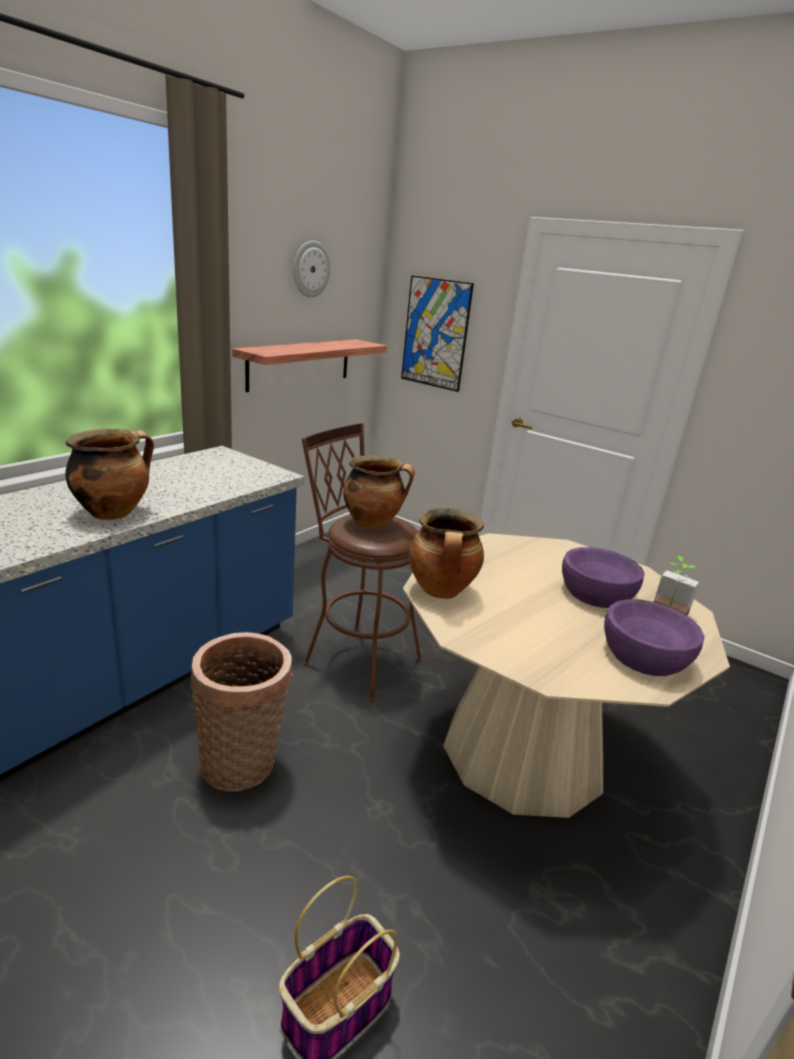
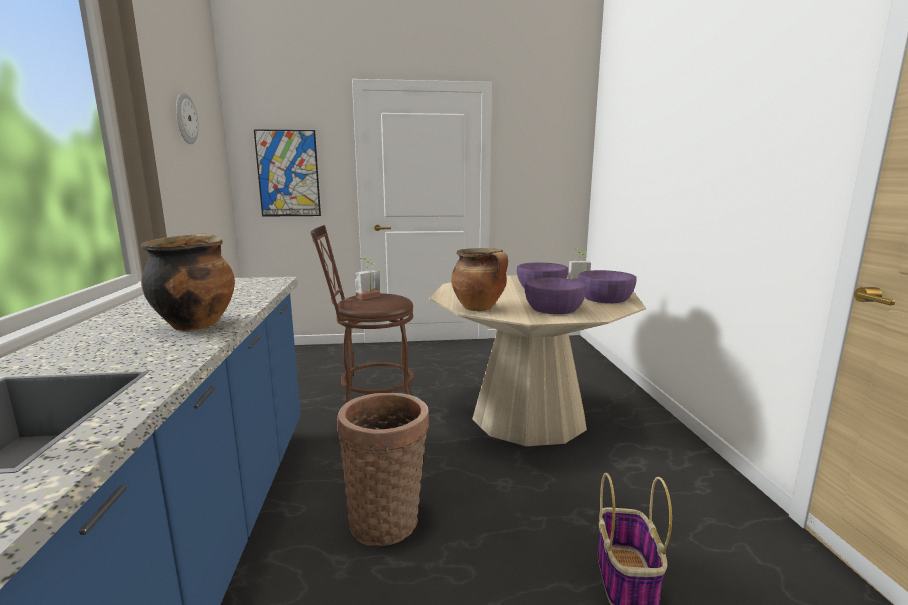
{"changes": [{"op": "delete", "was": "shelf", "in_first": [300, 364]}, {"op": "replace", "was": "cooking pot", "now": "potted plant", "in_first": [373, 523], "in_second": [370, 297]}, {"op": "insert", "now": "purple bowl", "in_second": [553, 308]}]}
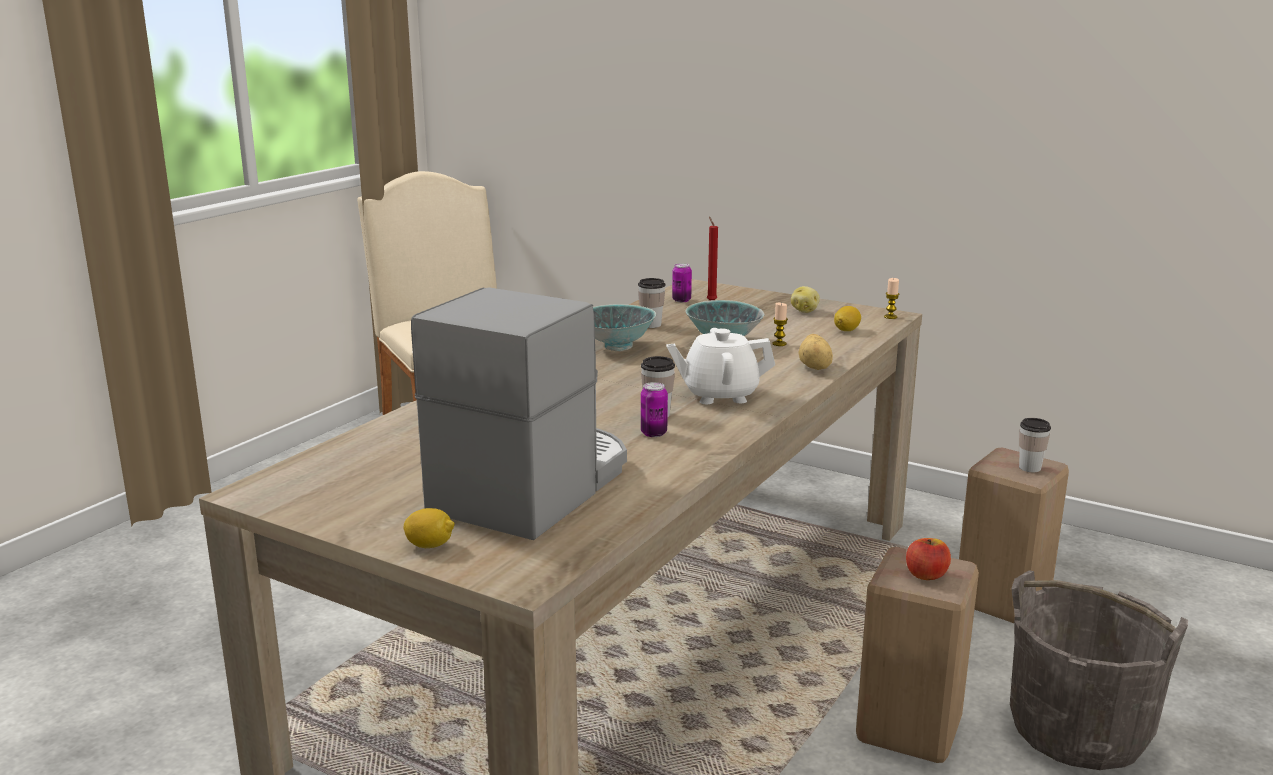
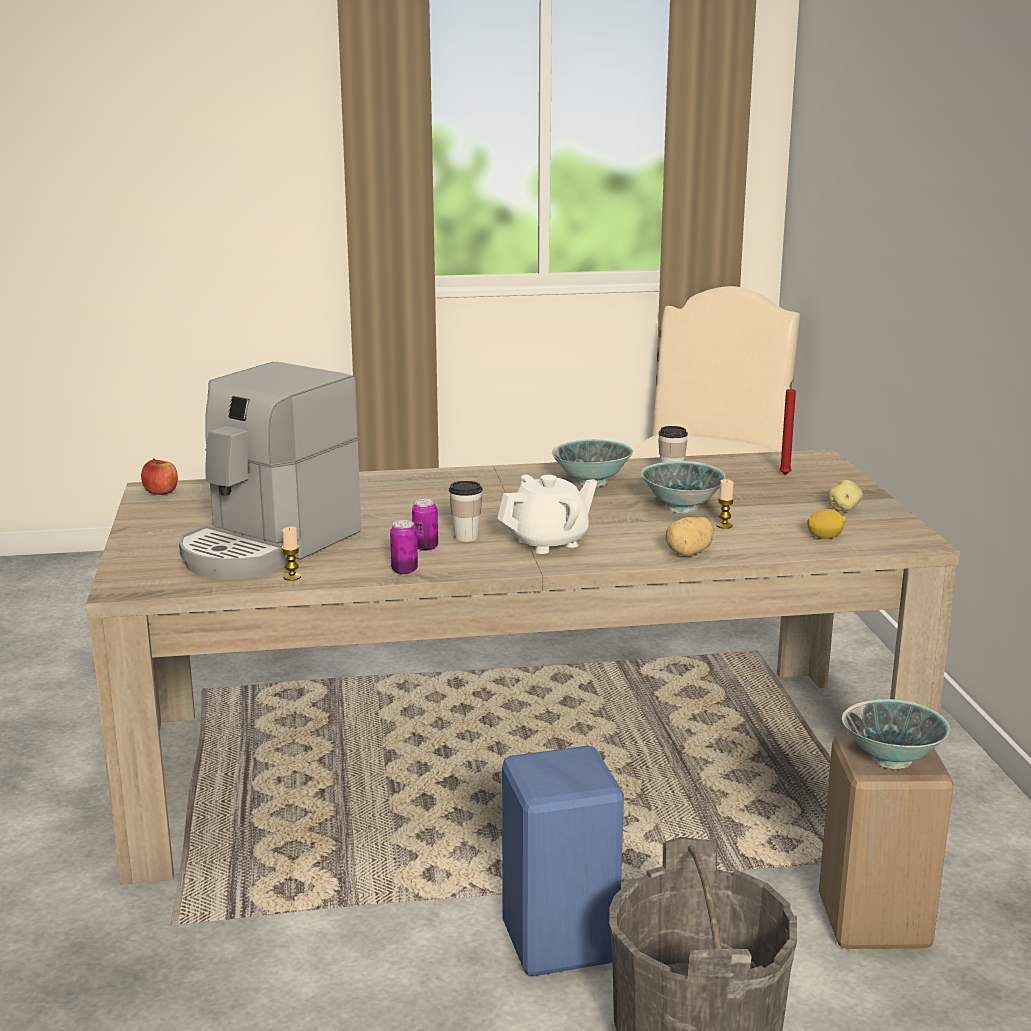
{"changes": [{"op": "move", "was": "can", "in_first": [681, 300], "in_second": [404, 570]}, {"op": "move", "was": "candle", "in_first": [890, 317], "in_second": [292, 577]}, {"op": "rotate", "was": "coffee machine", "in_first": [534, 487], "in_second": [268, 546], "clockwise": 135}, {"op": "rotate", "was": "white teapot", "in_first": [719, 395], "in_second": [548, 542], "clockwise": 105}, {"op": "replace", "was": "cup", "now": "bowl", "in_first": [1030, 468], "in_second": [892, 761]}, {"op": "delete", "was": "lemon", "in_first": [430, 545]}, {"op": "move", "was": "apple", "in_first": [926, 575], "in_second": [161, 492]}, {"op": "recolor", "was": "beige stool", "now": "blue stool", "in_first": [911, 732], "in_second": [557, 945]}]}
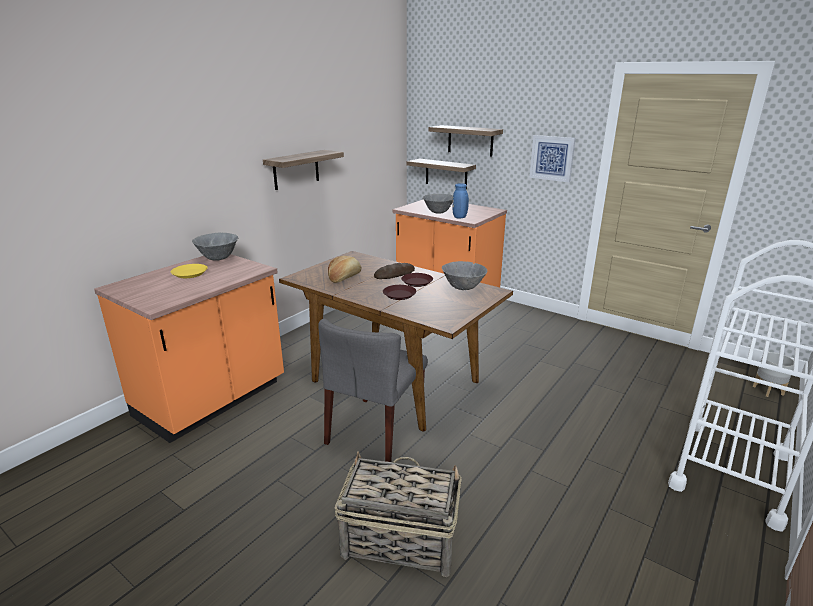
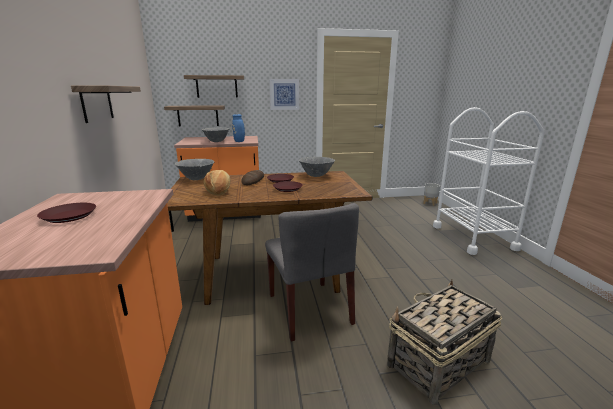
{"changes": [{"op": "move", "was": "grey bowl", "in_first": [218, 259], "in_second": [197, 179]}, {"op": "recolor", "was": "yellow plate", "now": "brown plate", "in_first": [189, 274], "in_second": [69, 216]}]}
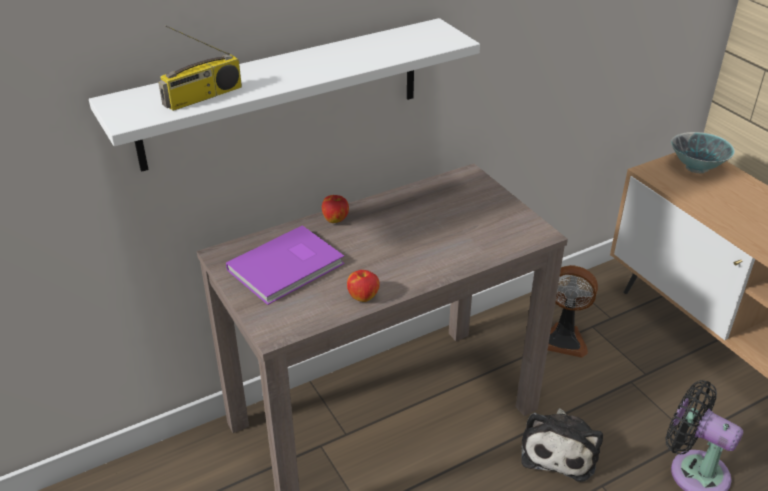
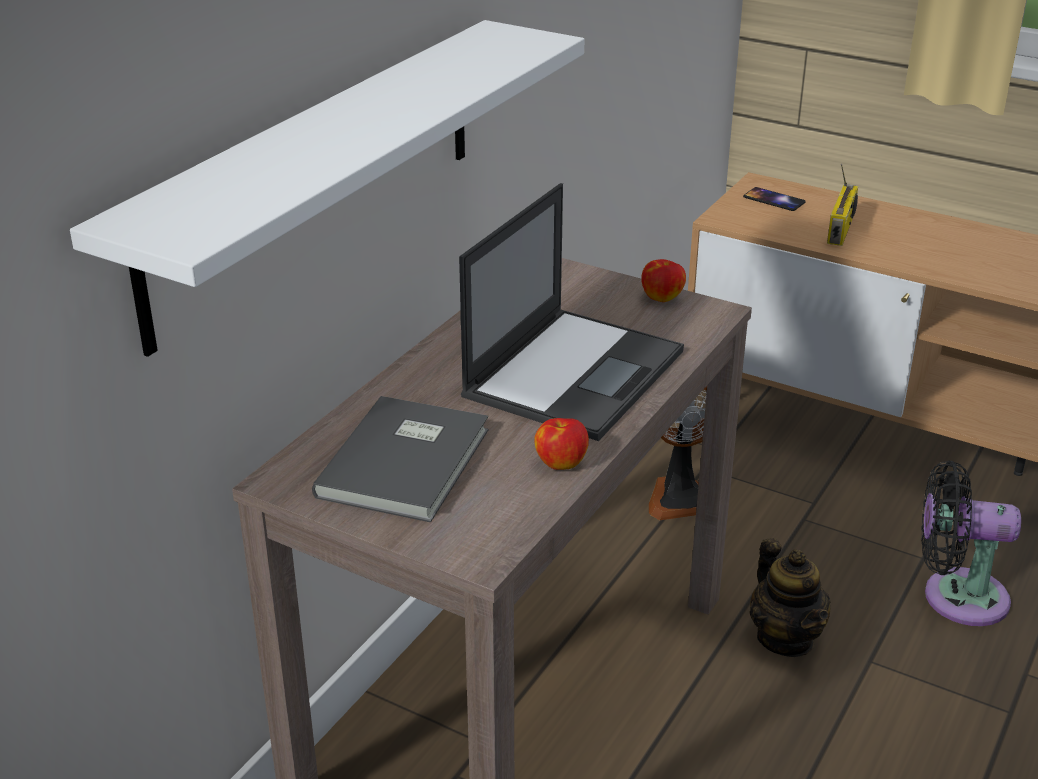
{"changes": [{"op": "move", "was": "radio", "in_first": [203, 97], "in_second": [841, 229]}, {"op": "replace", "was": "bowl", "now": "phone", "in_first": [697, 168], "in_second": [774, 200]}, {"op": "move", "was": "apple", "in_first": [335, 219], "in_second": [662, 297]}, {"op": "recolor", "was": "purple book", "now": "grey book", "in_first": [289, 267], "in_second": [409, 462]}, {"op": "replace", "was": "plush toy", "now": "teapot", "in_first": [559, 449], "in_second": [785, 638]}, {"op": "insert", "now": "laptop", "in_second": [575, 372]}]}
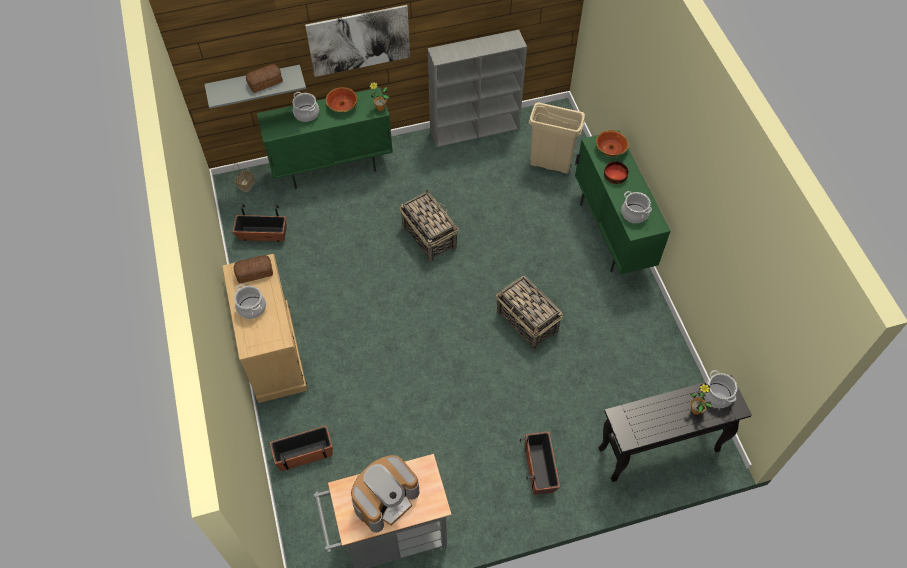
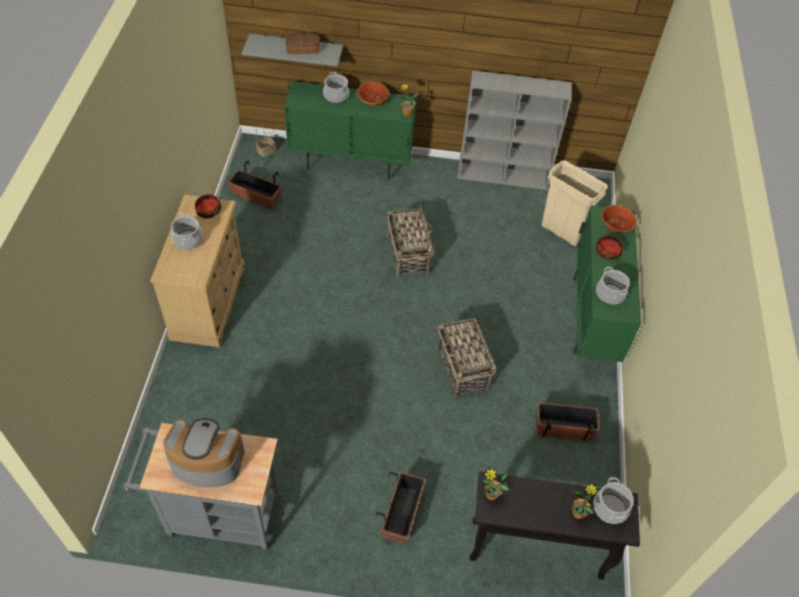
{"changes": [{"op": "delete", "was": "picture", "in_first": [359, 40]}, {"op": "replace", "was": "bread", "now": "bowl", "in_first": [253, 272], "in_second": [208, 210]}, {"op": "move", "was": "planter", "in_first": [304, 453], "in_second": [563, 428]}, {"op": "rotate", "was": "coffee machine", "in_first": [385, 498], "in_second": [206, 461], "clockwise": -150}, {"op": "insert", "now": "potted plant", "in_second": [491, 495]}]}
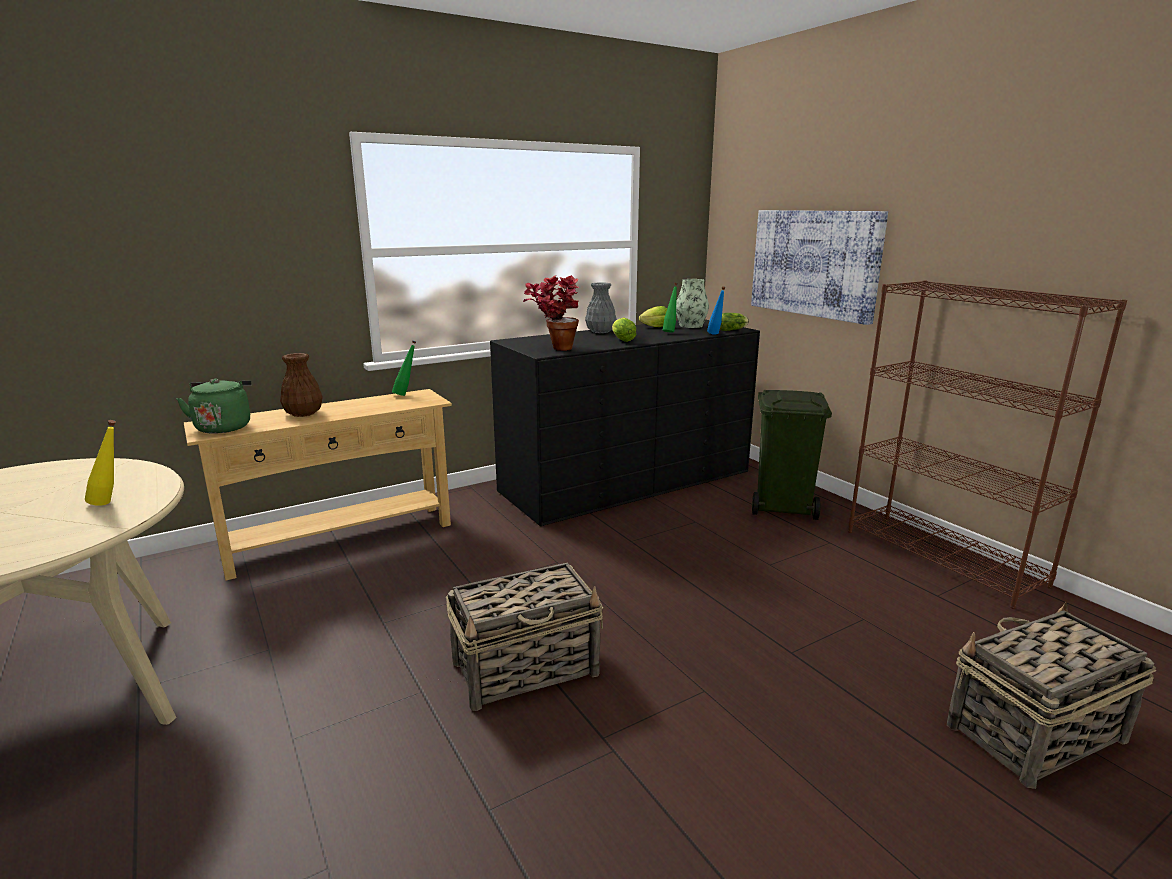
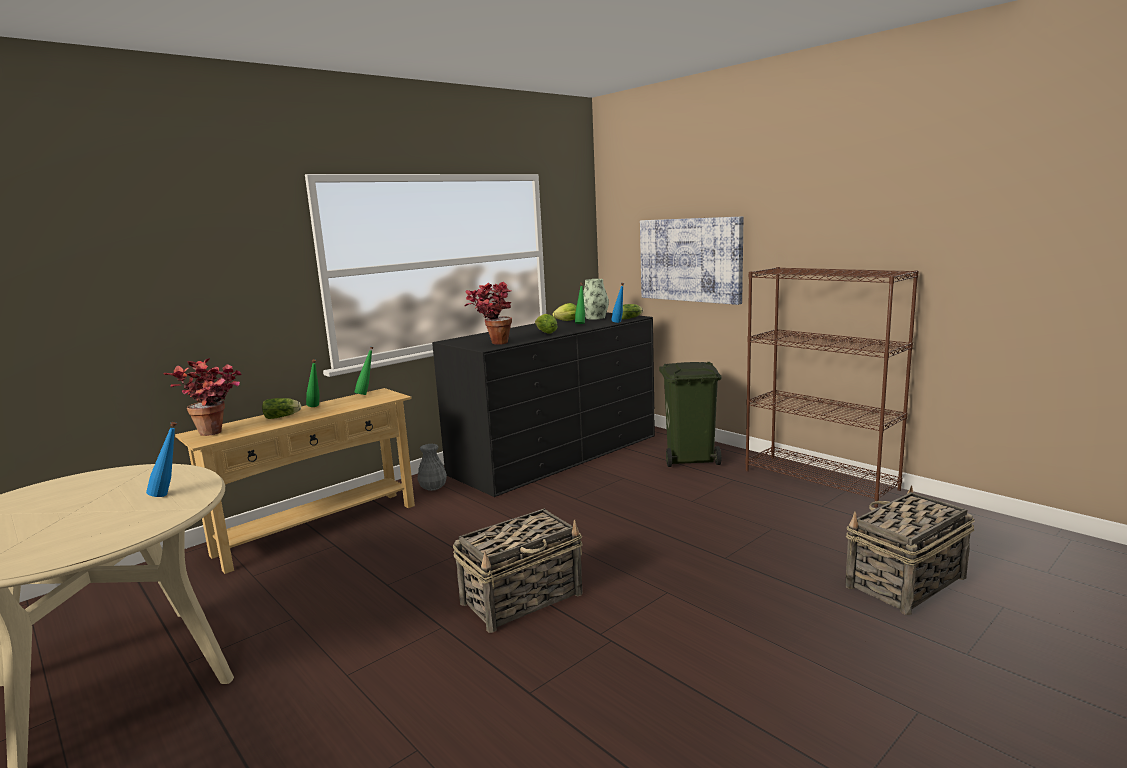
{"changes": [{"op": "move", "was": "grey vase", "in_first": [600, 331], "in_second": [433, 487]}, {"op": "replace", "was": "brown vase", "now": "lettuce", "in_first": [303, 413], "in_second": [283, 416]}, {"op": "replace", "was": "green kettle", "now": "potted plant", "in_first": [224, 427], "in_second": [217, 433]}, {"op": "recolor", "was": "yellow bottle", "now": "blue bottle", "in_first": [111, 503], "in_second": [169, 494]}, {"op": "insert", "now": "green bottle", "in_second": [316, 407]}]}
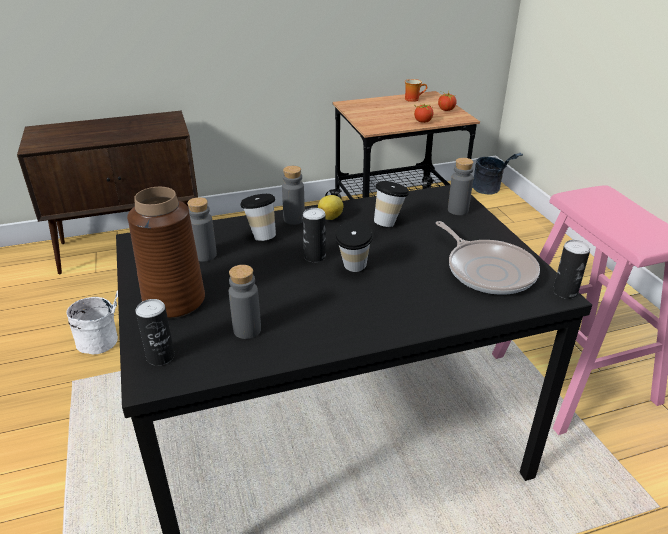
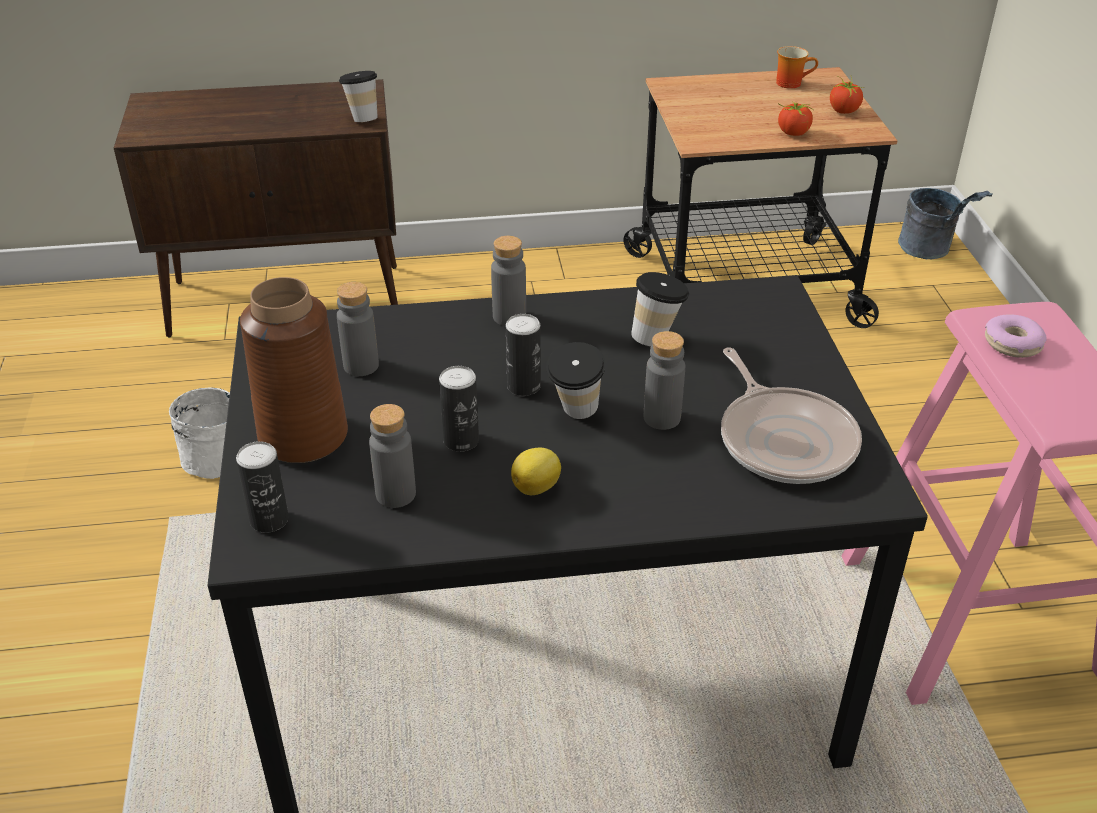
{"changes": [{"op": "move", "was": "grey bottle", "in_first": [458, 210], "in_second": [662, 418]}, {"op": "move", "was": "cup", "in_first": [261, 235], "in_second": [362, 118]}, {"op": "move", "was": "lemon", "in_first": [331, 217], "in_second": [537, 487]}, {"op": "move", "was": "can", "in_first": [565, 292], "in_second": [461, 440]}, {"op": "insert", "now": "donut", "in_second": [1012, 344]}]}
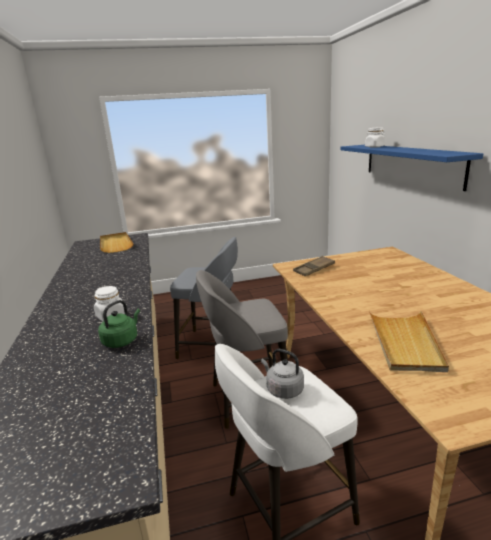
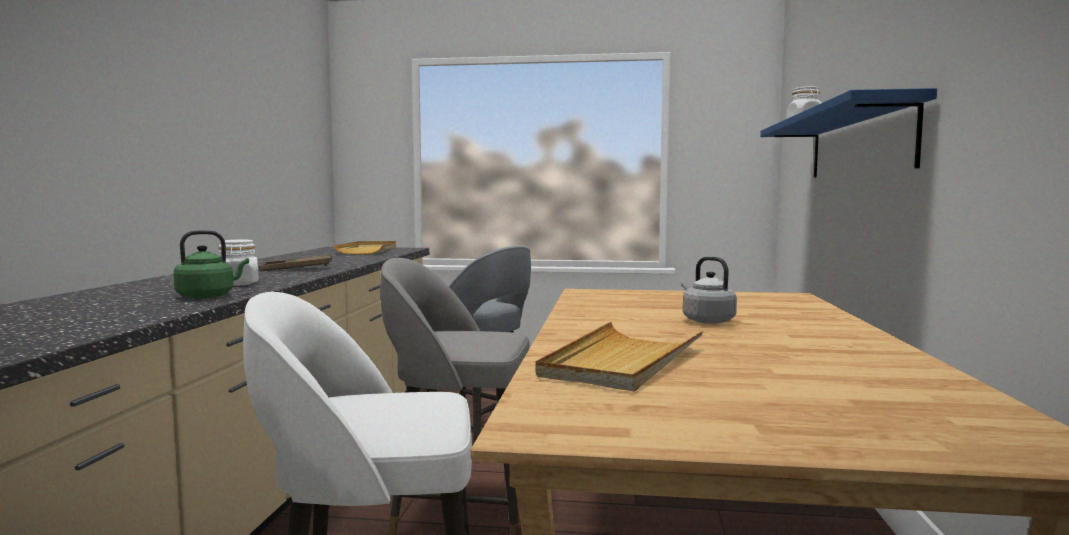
{"changes": [{"op": "move", "was": "brown tray", "in_first": [314, 269], "in_second": [296, 268]}, {"op": "move", "was": "grey kettle", "in_first": [283, 389], "in_second": [706, 320]}]}
